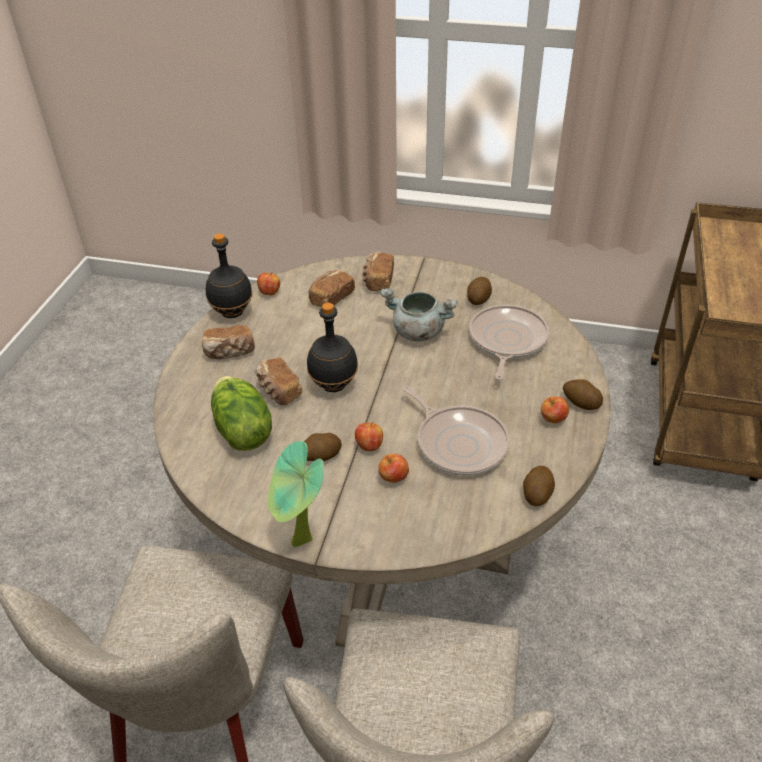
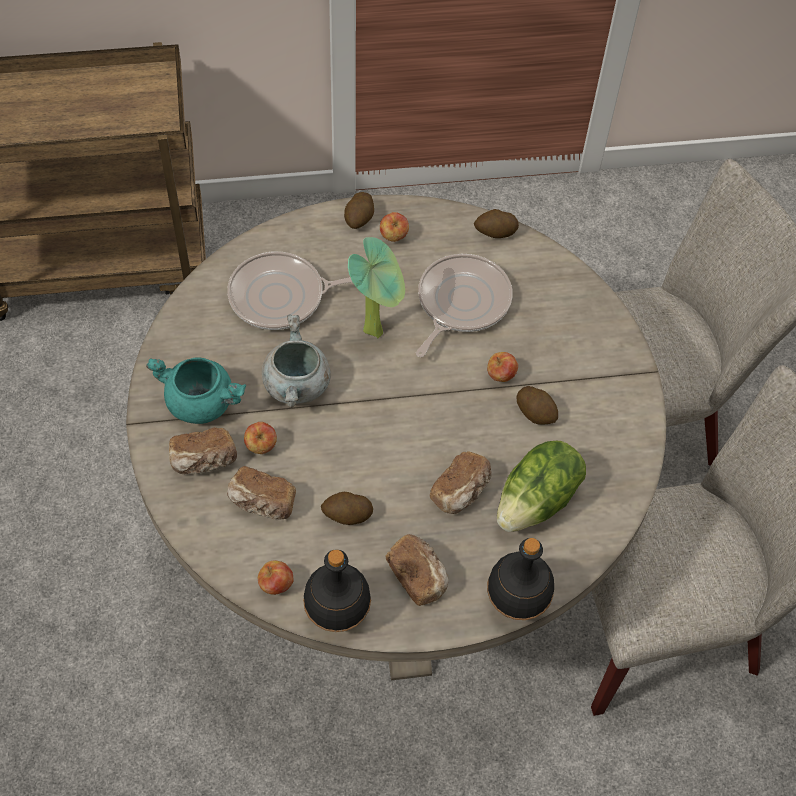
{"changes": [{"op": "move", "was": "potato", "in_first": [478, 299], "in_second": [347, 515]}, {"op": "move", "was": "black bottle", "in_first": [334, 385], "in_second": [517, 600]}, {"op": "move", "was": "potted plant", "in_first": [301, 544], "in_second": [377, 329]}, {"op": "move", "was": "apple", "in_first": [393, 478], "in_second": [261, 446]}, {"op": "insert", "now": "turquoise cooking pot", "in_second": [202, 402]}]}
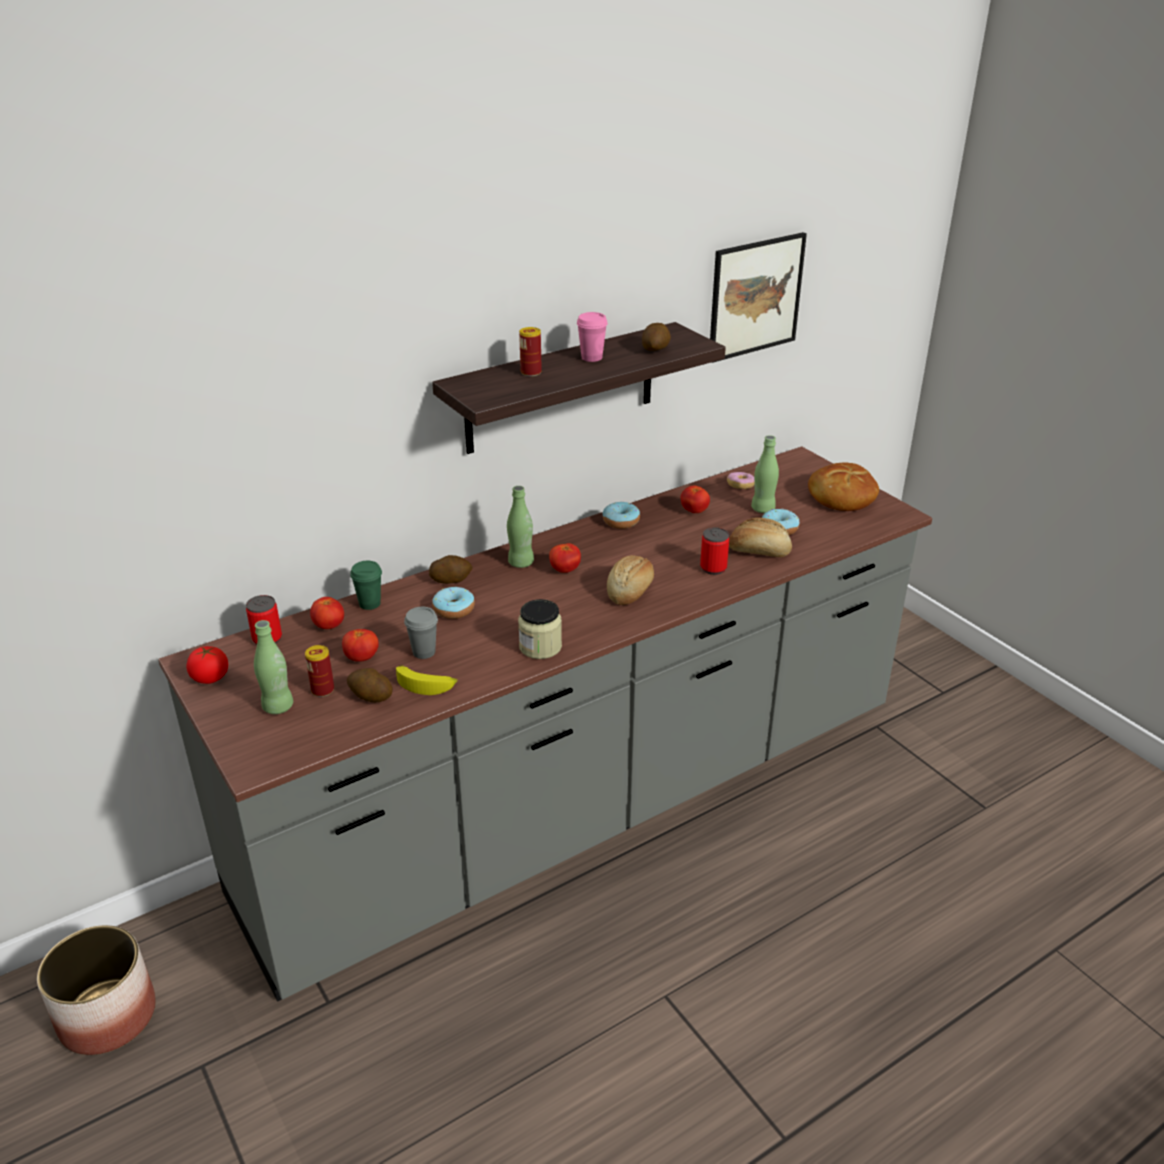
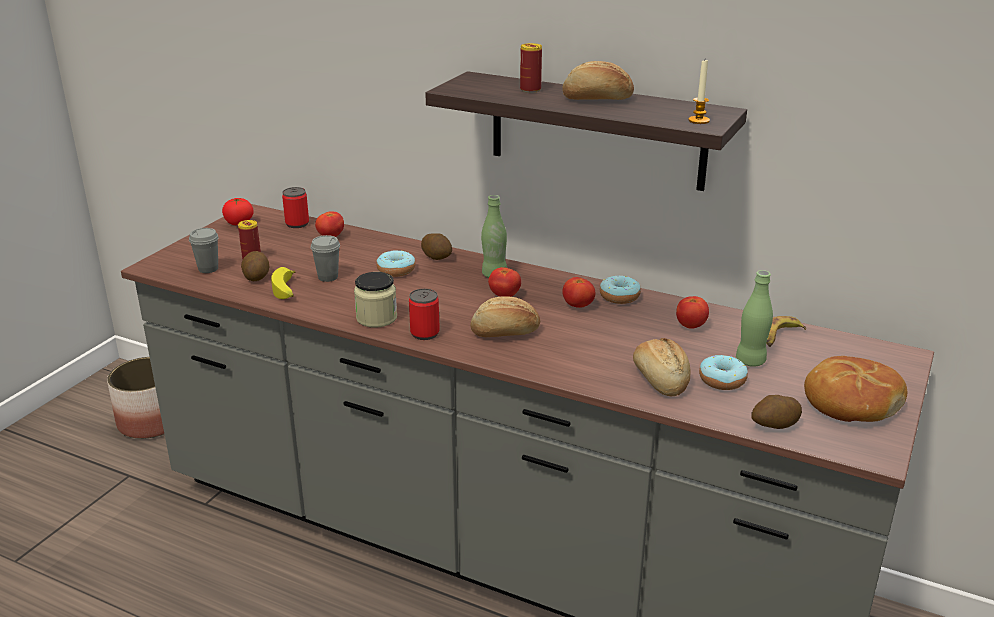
{"changes": [{"op": "delete", "was": "picture", "in_first": [755, 297]}, {"op": "replace", "was": "pink cup", "now": "bread", "in_first": [591, 357], "in_second": [597, 99]}, {"op": "move", "was": "potato", "in_first": [656, 349], "in_second": [774, 425]}, {"op": "replace", "was": "donut", "now": "banana", "in_first": [740, 486], "in_second": [779, 337]}, {"op": "move", "was": "can", "in_first": [713, 568], "in_second": [425, 333]}, {"op": "delete", "was": "green cup", "in_first": [370, 604]}, {"op": "delete", "was": "green bottle", "in_first": [278, 707]}, {"op": "move", "was": "tomato", "in_first": [362, 658], "in_second": [578, 306]}, {"op": "insert", "now": "candle", "in_second": [699, 120]}, {"op": "insert", "now": "grey cup", "in_second": [208, 269]}]}
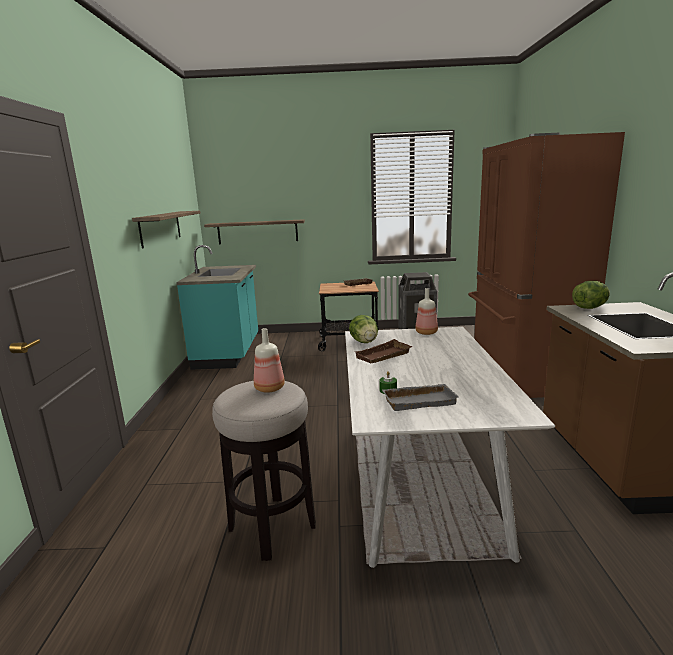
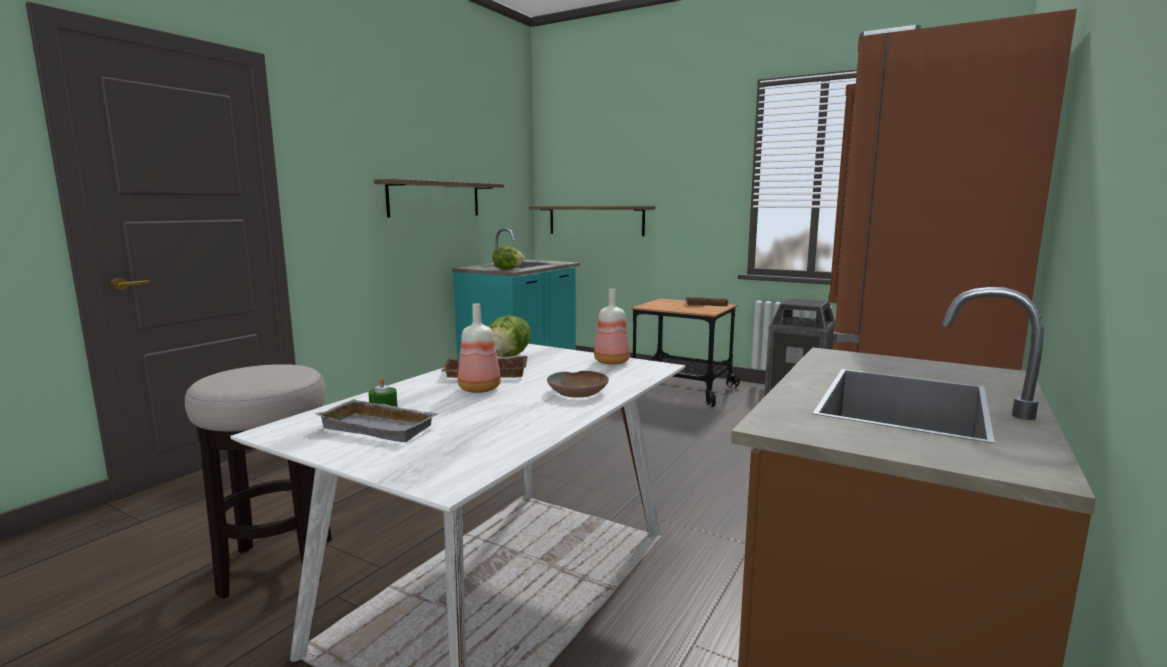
{"changes": [{"op": "move", "was": "lettuce", "in_first": [590, 307], "in_second": [507, 269]}, {"op": "move", "was": "bottle", "in_first": [268, 388], "in_second": [479, 389]}, {"op": "insert", "now": "brown bowl", "in_second": [579, 392]}]}
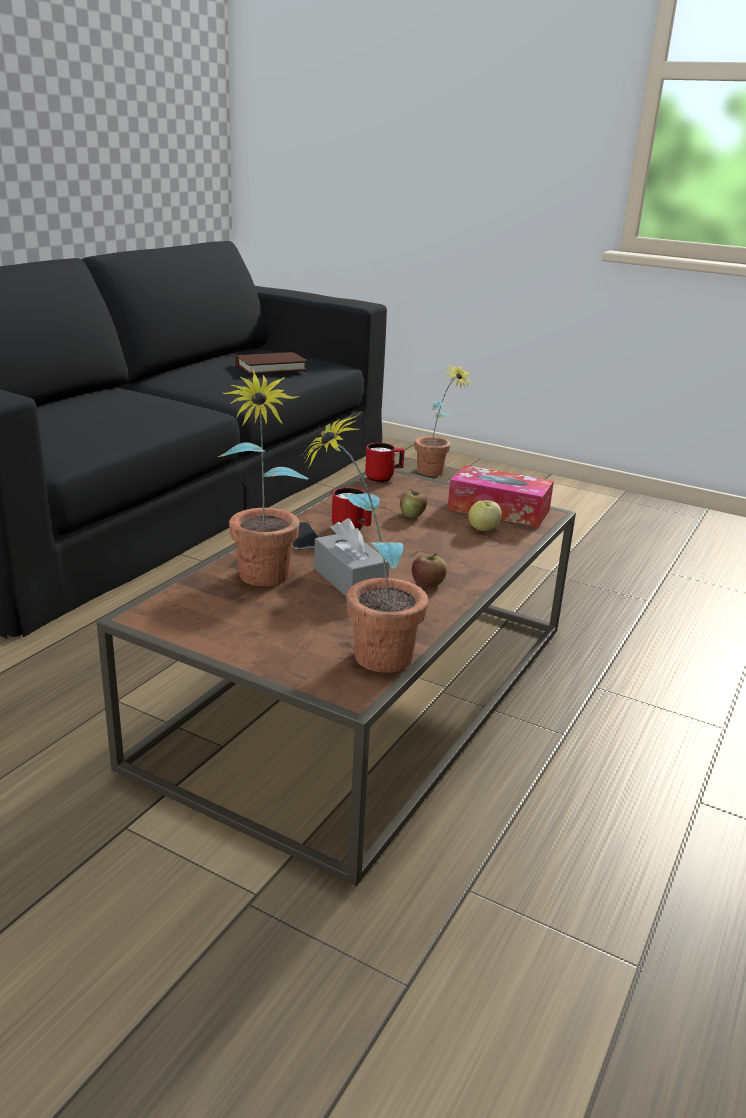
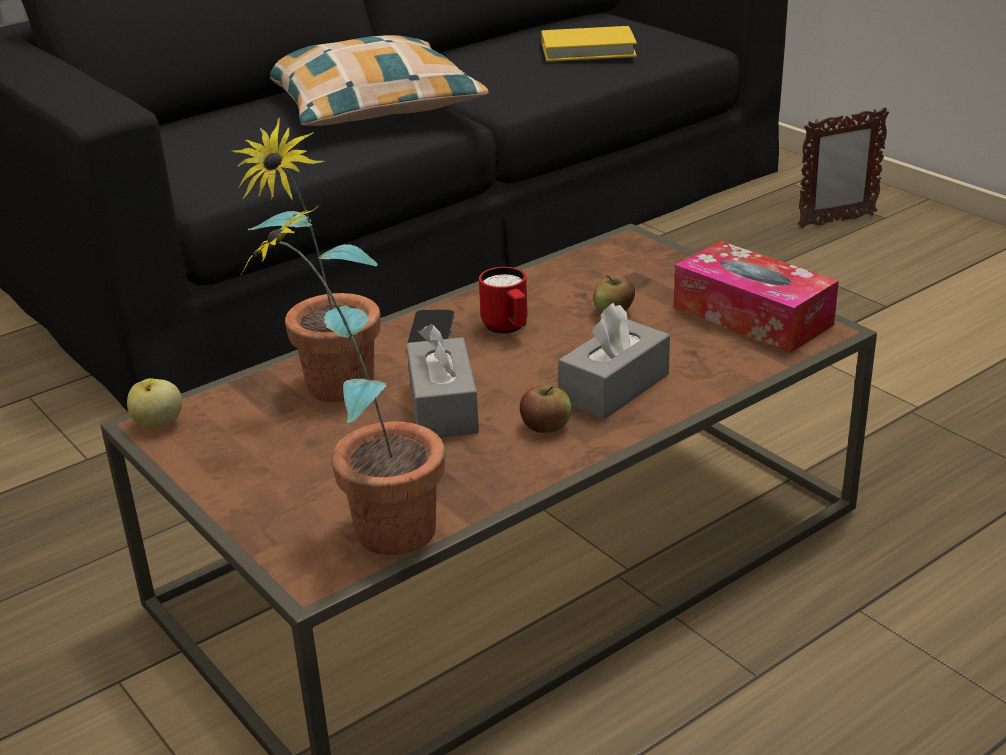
{"changes": [{"op": "recolor", "was": "brown book", "now": "yellow book", "in_first": [271, 367], "in_second": [588, 50]}, {"op": "replace", "was": "potted plant", "now": "picture frame", "in_first": [436, 474], "in_second": [836, 221]}, {"op": "delete", "was": "red mug", "in_first": [383, 478]}, {"op": "move", "was": "apple", "in_first": [483, 529], "in_second": [158, 424]}, {"op": "insert", "now": "pillow", "in_second": [372, 106]}, {"op": "insert", "now": "grey tissue box", "in_second": [614, 388]}]}
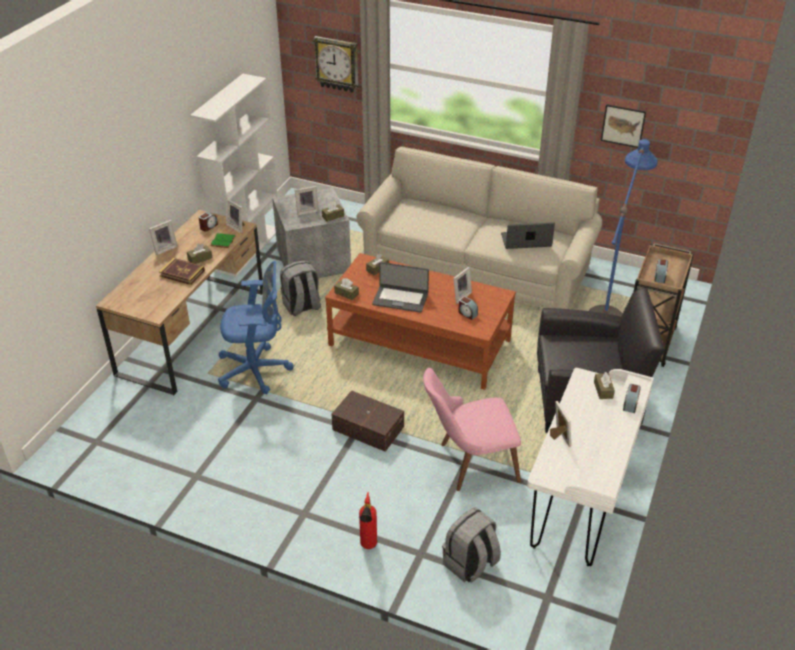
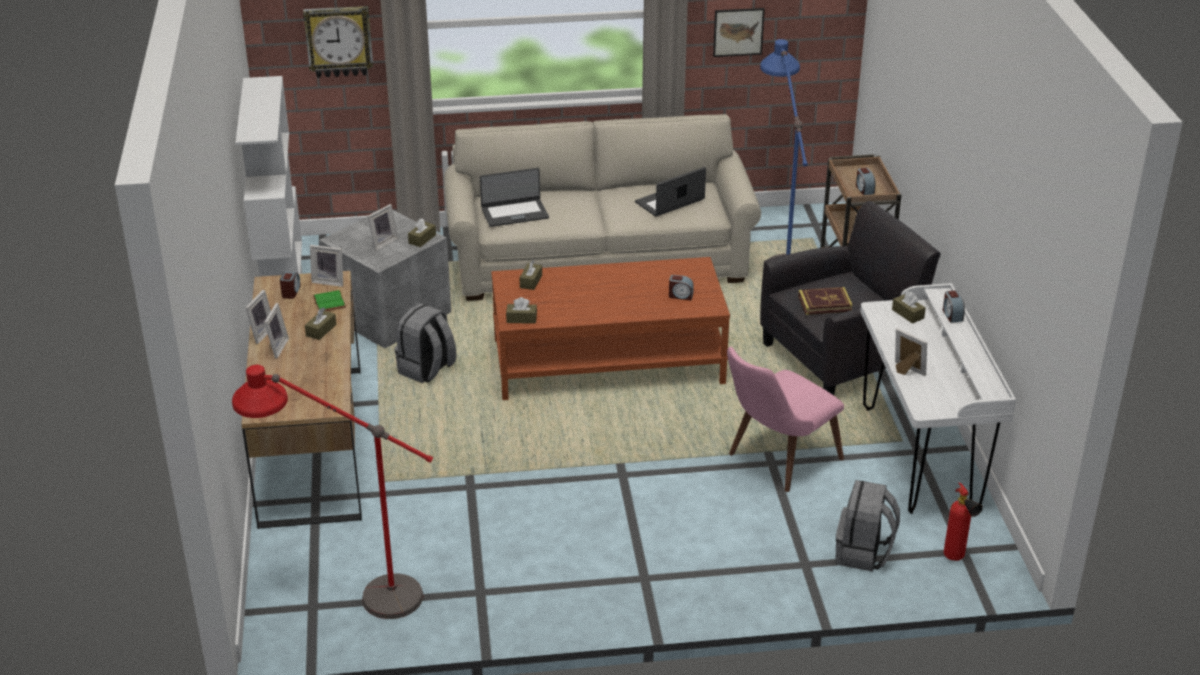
{"changes": [{"op": "move", "was": "book", "in_first": [182, 273], "in_second": [824, 304]}, {"op": "delete", "was": "blue office chair", "in_first": [257, 370]}, {"op": "move", "was": "laptop", "in_first": [400, 299], "in_second": [514, 213]}, {"op": "move", "was": "picture frame", "in_first": [460, 296], "in_second": [275, 348]}, {"op": "delete", "was": "brown storage box", "in_first": [368, 427]}, {"op": "move", "was": "fire extinguisher", "in_first": [368, 547], "in_second": [956, 559]}, {"op": "insert", "now": "red floor lamp", "in_second": [350, 594]}]}
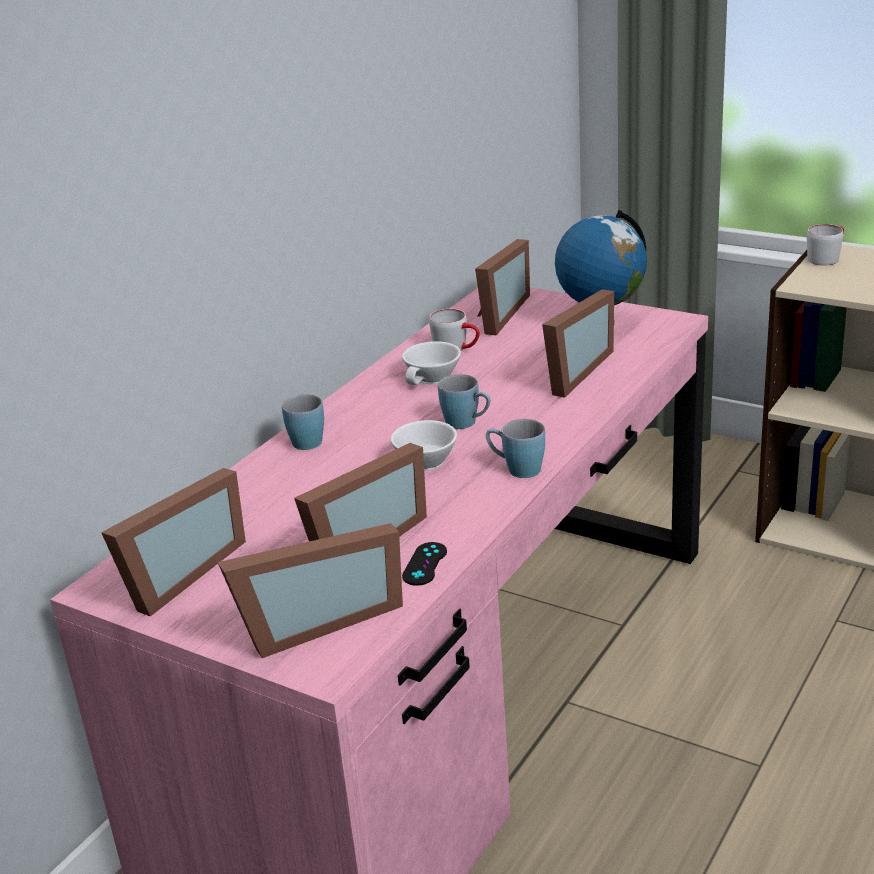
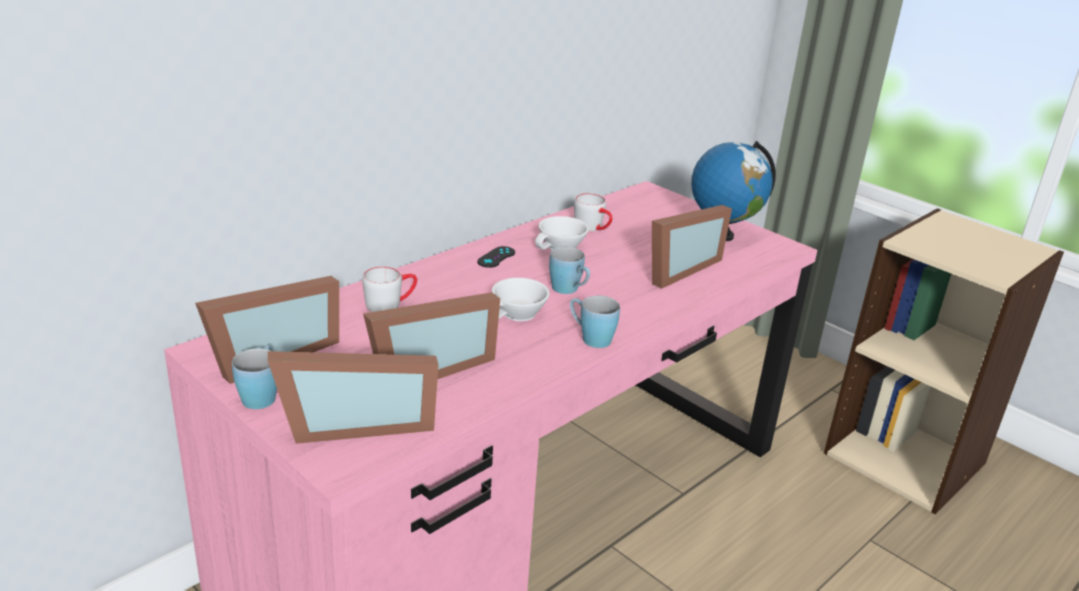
{"changes": [{"op": "move", "was": "grey mug", "in_first": [827, 257], "in_second": [390, 304]}, {"op": "delete", "was": "picture frame", "in_first": [495, 315]}, {"op": "move", "was": "blue mug", "in_first": [306, 438], "in_second": [261, 394]}, {"op": "move", "was": "black game controller", "in_first": [425, 564], "in_second": [496, 257]}]}
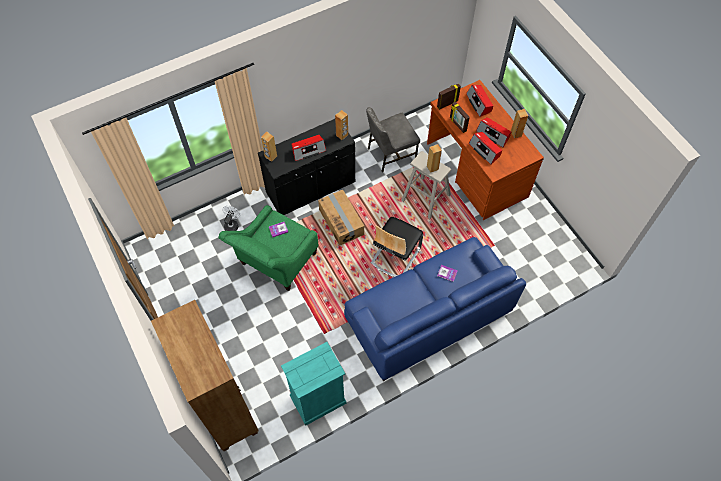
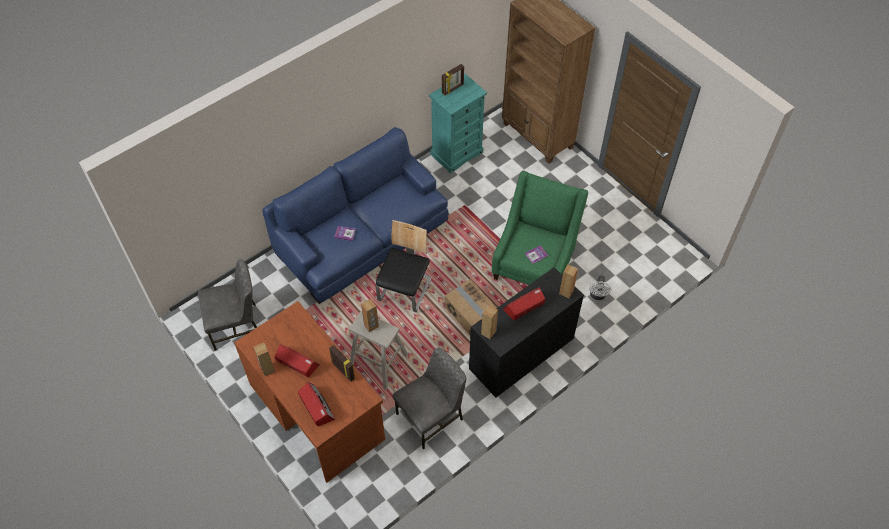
{"changes": [{"op": "move", "was": "picture frame", "in_first": [447, 104], "in_second": [453, 89]}, {"op": "delete", "was": "radio", "in_first": [485, 150]}, {"op": "insert", "now": "grey chair", "in_second": [236, 326]}]}
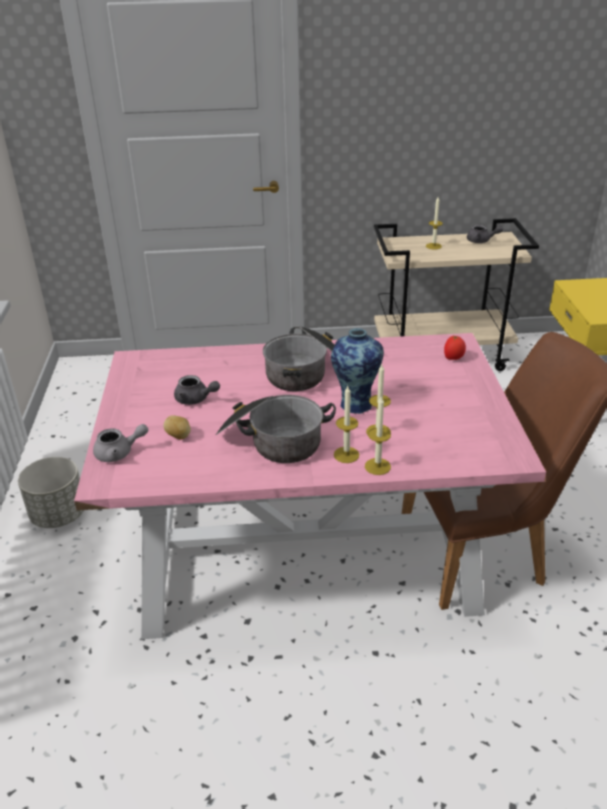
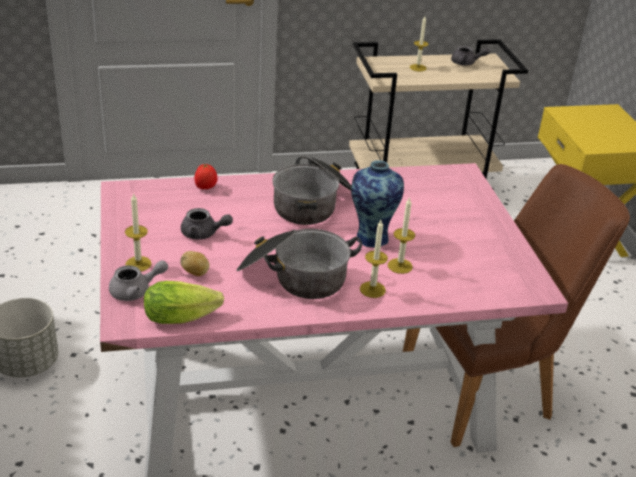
{"changes": [{"op": "move", "was": "tomato", "in_first": [453, 358], "in_second": [206, 188]}, {"op": "move", "was": "candle", "in_first": [377, 466], "in_second": [138, 264]}, {"op": "insert", "now": "lettuce", "in_second": [185, 316]}]}
